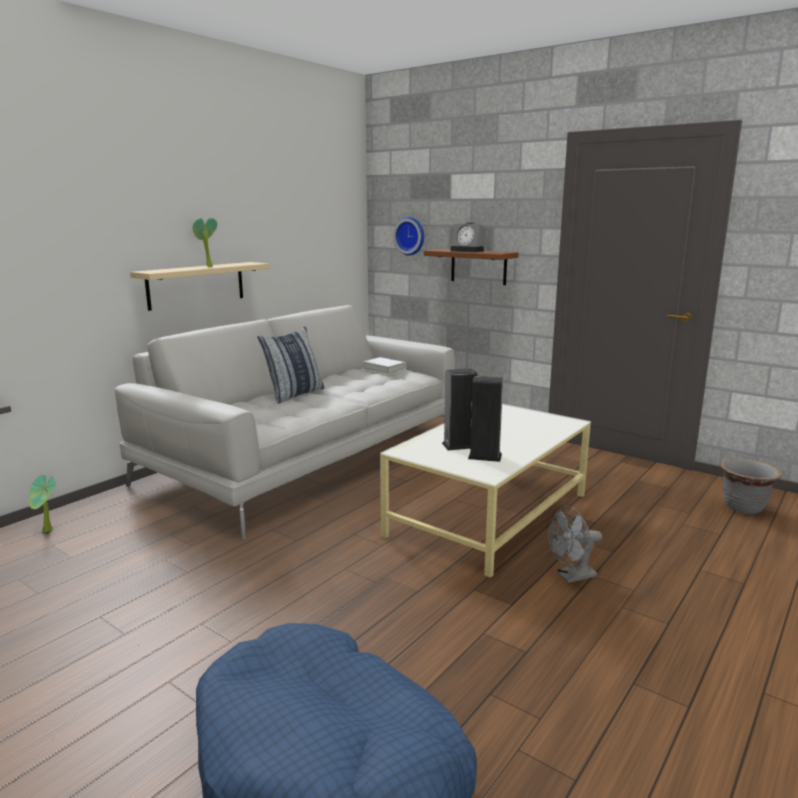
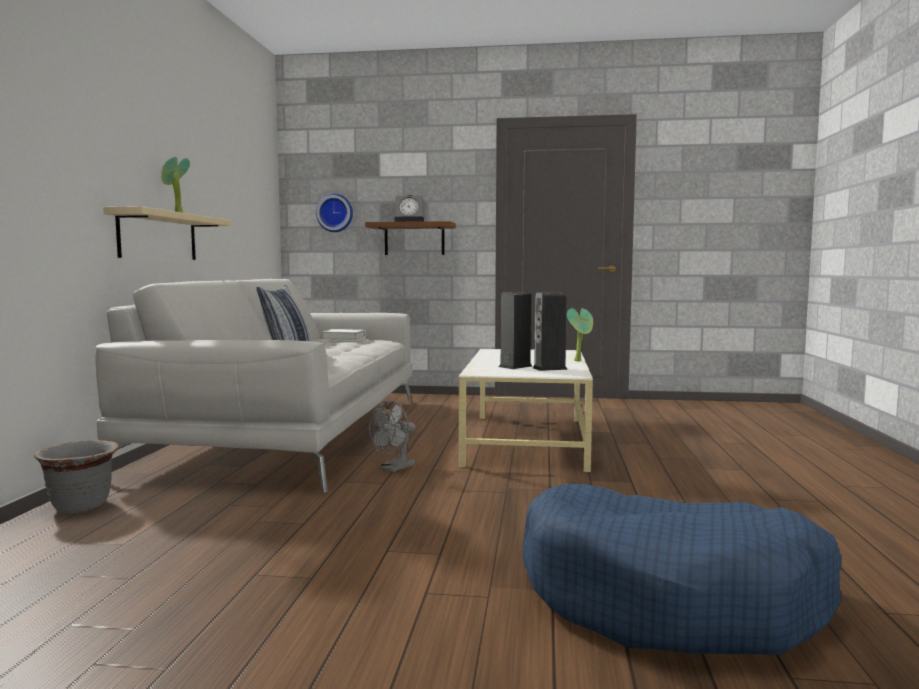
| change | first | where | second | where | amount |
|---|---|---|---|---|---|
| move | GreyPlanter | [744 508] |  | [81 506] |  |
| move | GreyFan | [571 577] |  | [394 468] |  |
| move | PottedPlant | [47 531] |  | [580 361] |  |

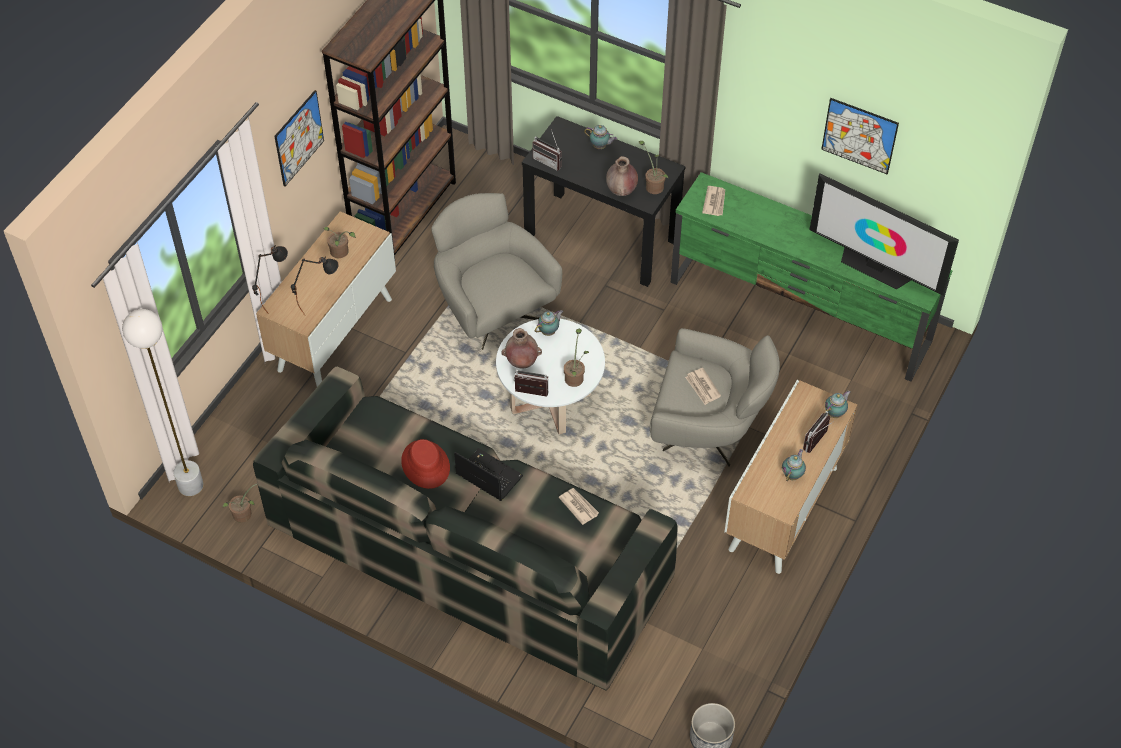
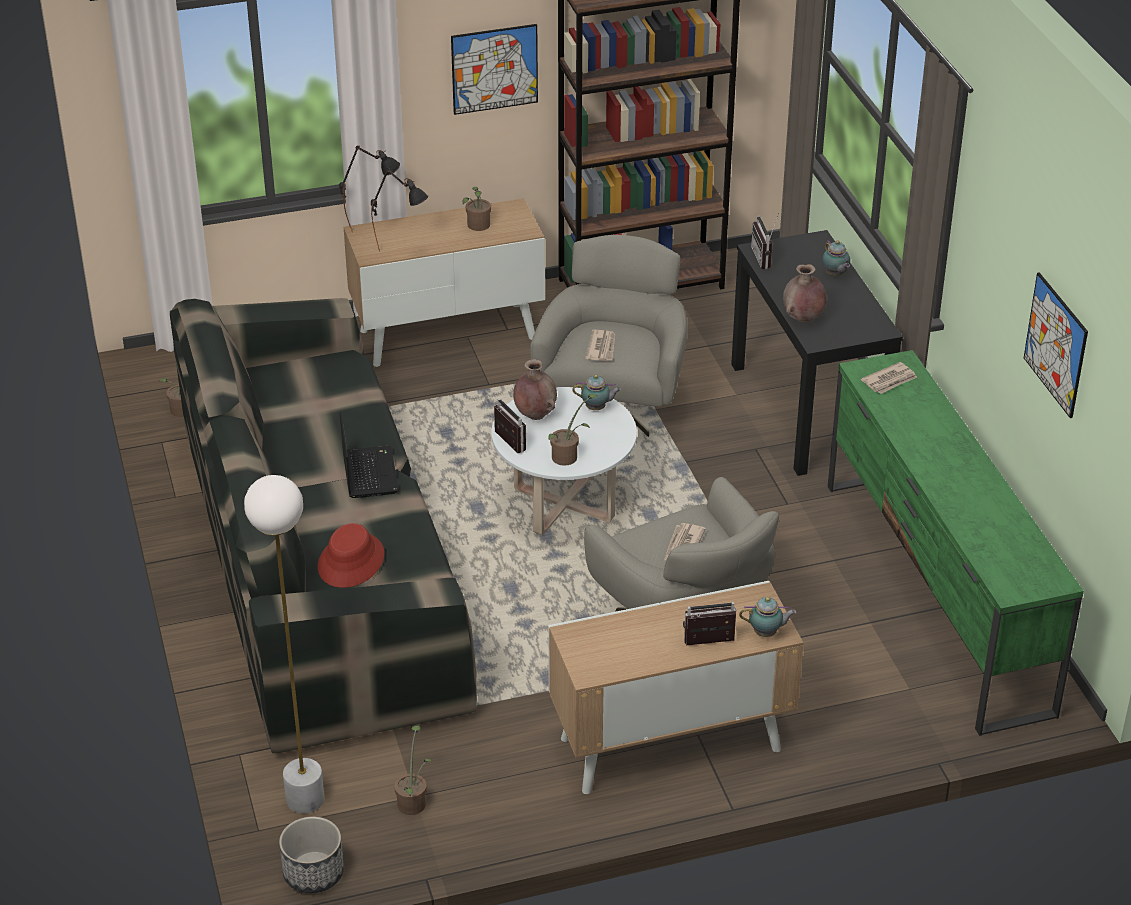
| change | first | where | second | where | amount |
|---|---|---|---|---|---|
| move | WhiteFloorLamp | [190 485] |  | [304 799] |  |
| move | RedHat | [426 464] |  | [351 561] |  |
| move | PottedPlant | [653 185] |  | [413 801] |  |
| move | Newspaper | [578 506] |  | [601 347] |  |
| delete | Teapot | [792 474] |  |  |  |
| delete | Television | [875 267] |  |  |  |

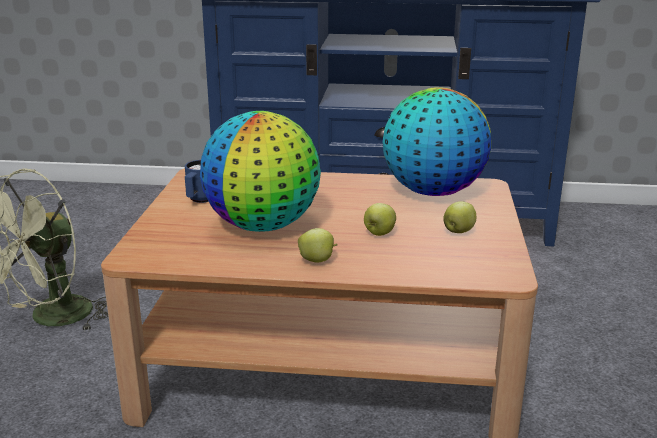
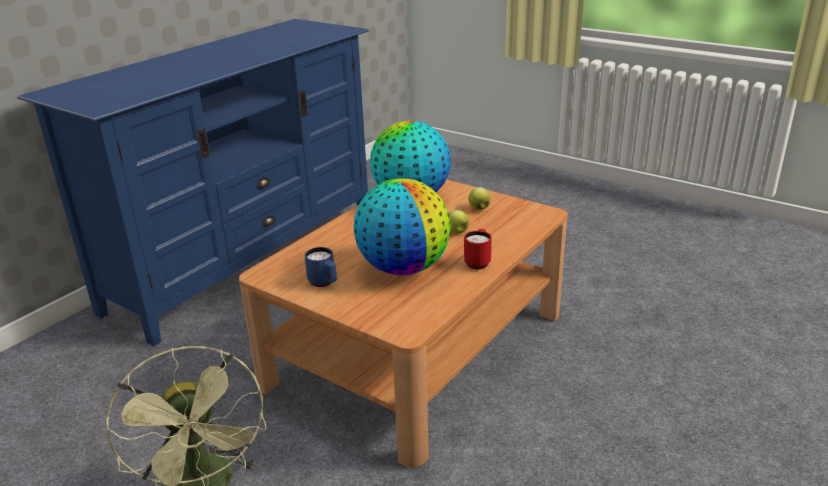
| change | first | where | second | where | amount |
|---|---|---|---|---|---|
| replace | Apple | [317 260] | RedMug | [478 261] |  |

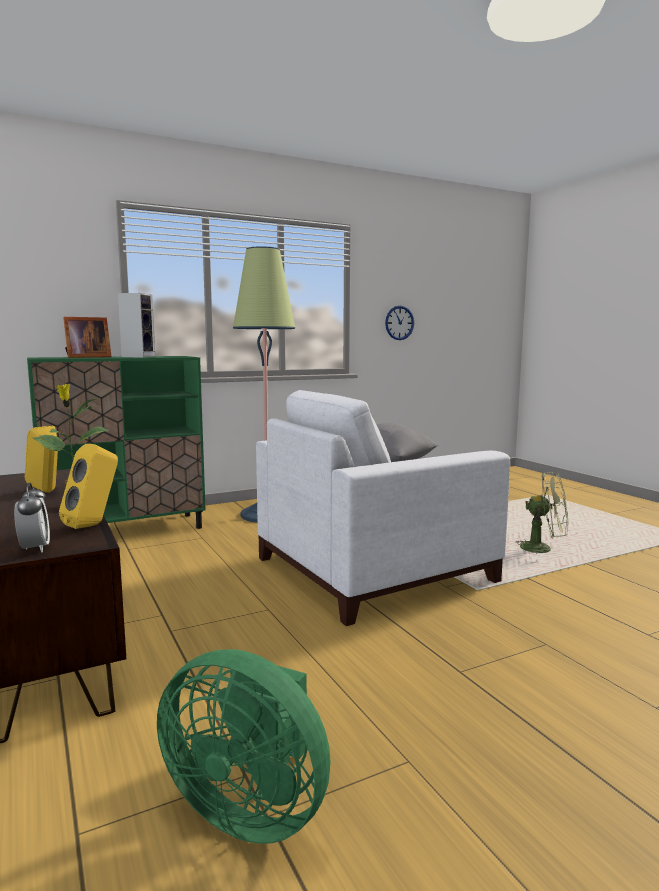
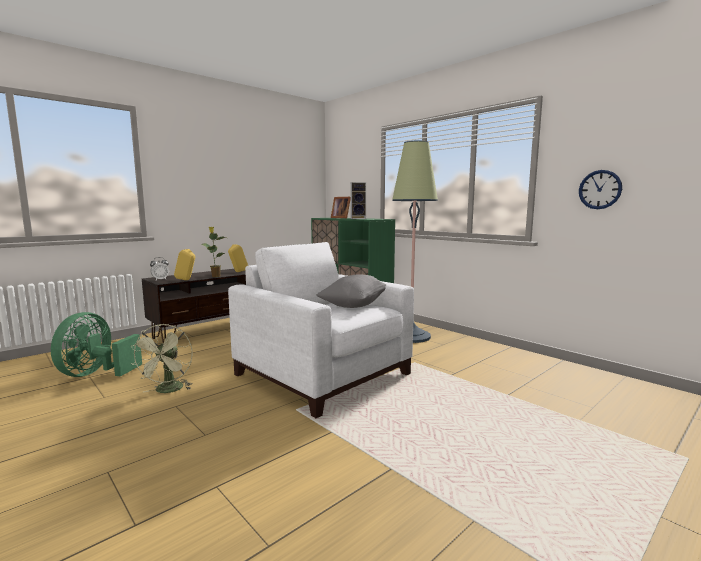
| change | first | where | second | where | amount |
|---|---|---|---|---|---|
| move | GreenFan | [542 549] |  | [168 391] |  |

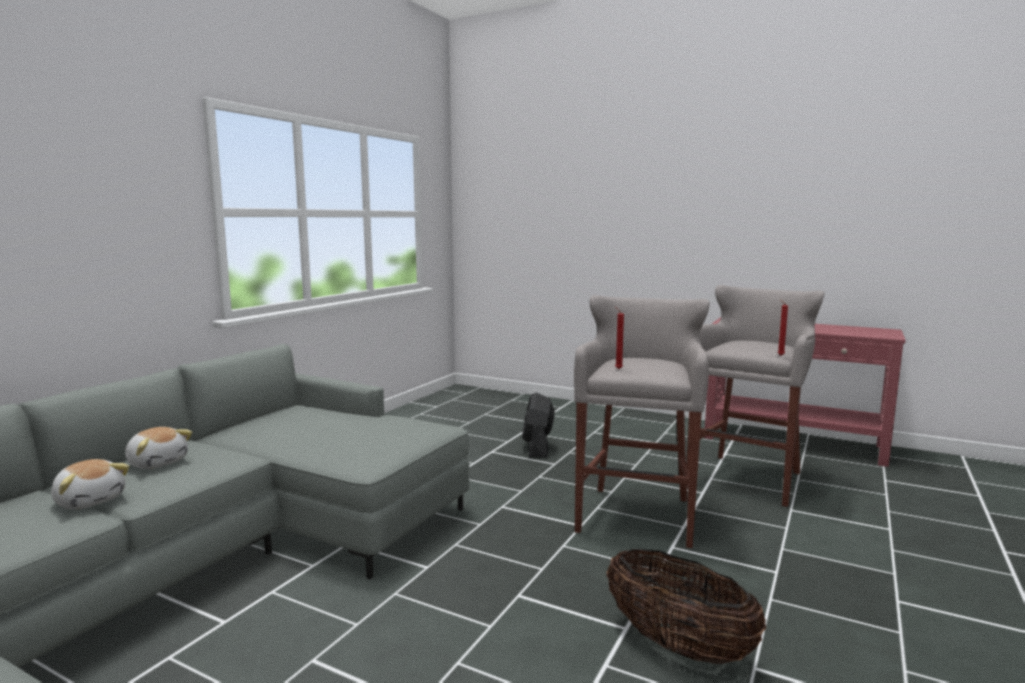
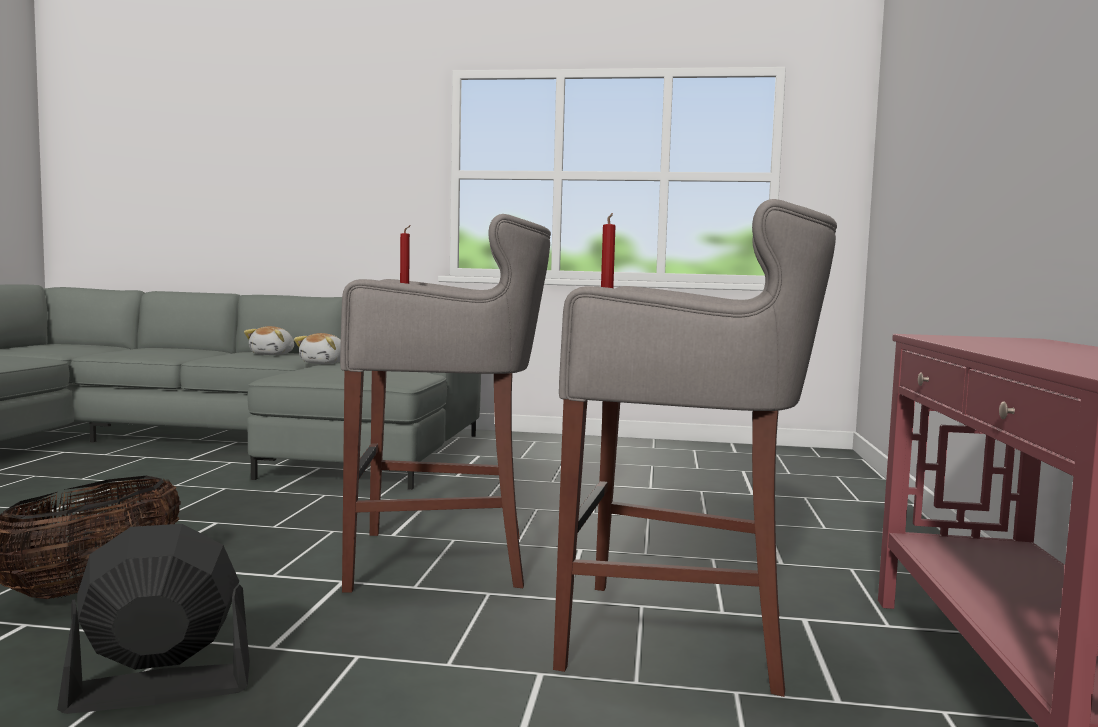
| change | first | where | second | where | amount |
|---|---|---|---|---|---|
| move | BlackFan | [537 448] |  | [158 689] |  |
| move | PlushToy | [91 500] |  | [324 363] |  |

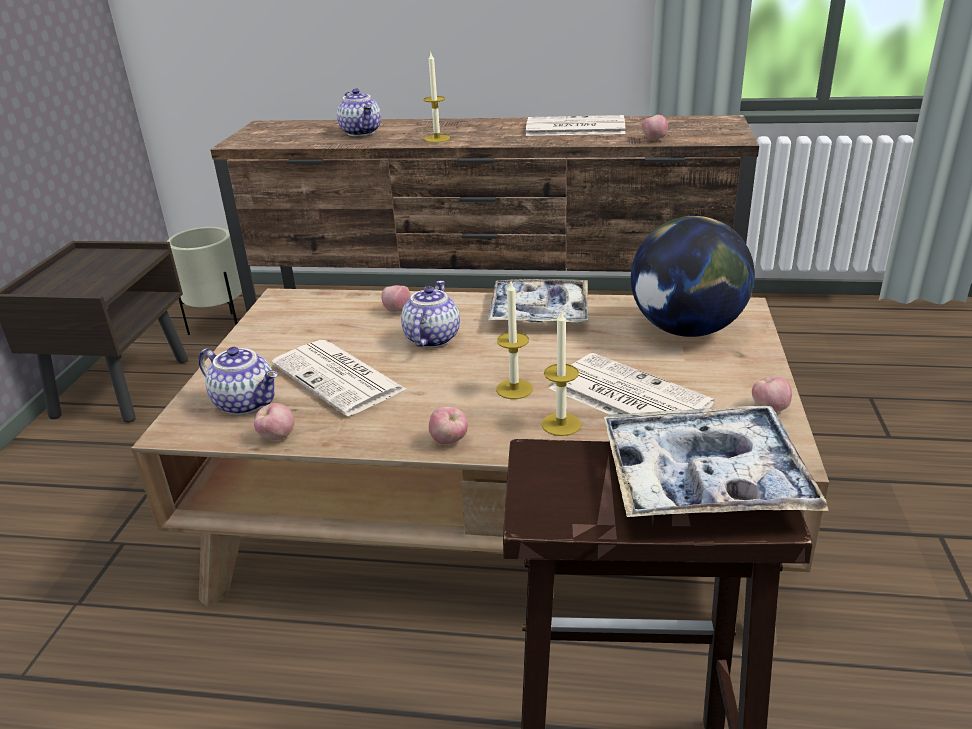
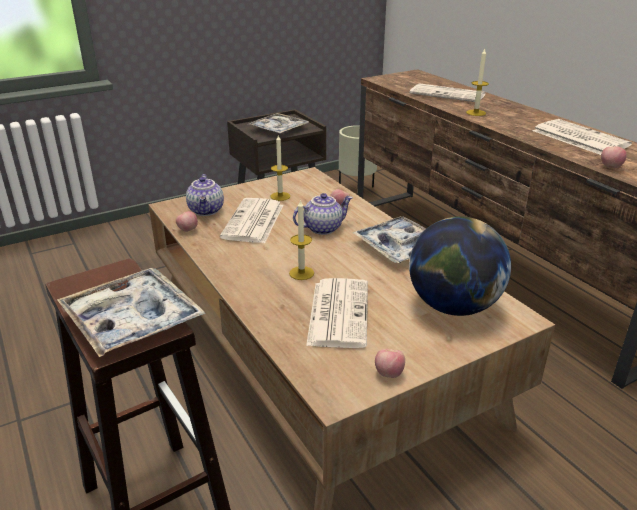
| change | first | where | second | where | amount |
|---|---|---|---|---|---|
| insert |  |  | Tray | [278 129] |  |
| move | Candle | [561 424] |  | [280 196] |  |
| replace | Teapot | [362 132] | Newspaper | [448 94] |  |
| delete | Apple | [449 441] |  |  |  |

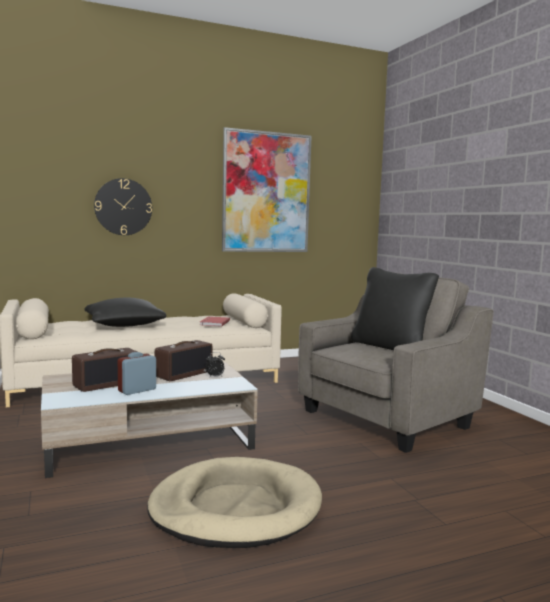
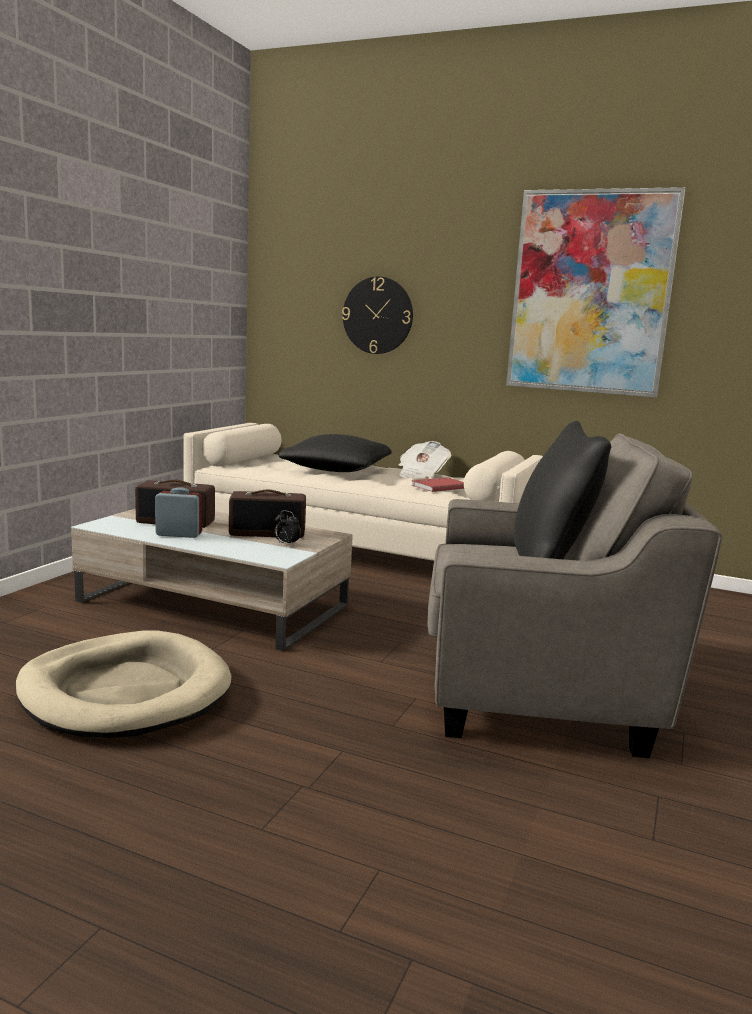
| change | first | where | second | where | amount |
|---|---|---|---|---|---|
| insert |  |  | Newspaper | [421 475] |  |

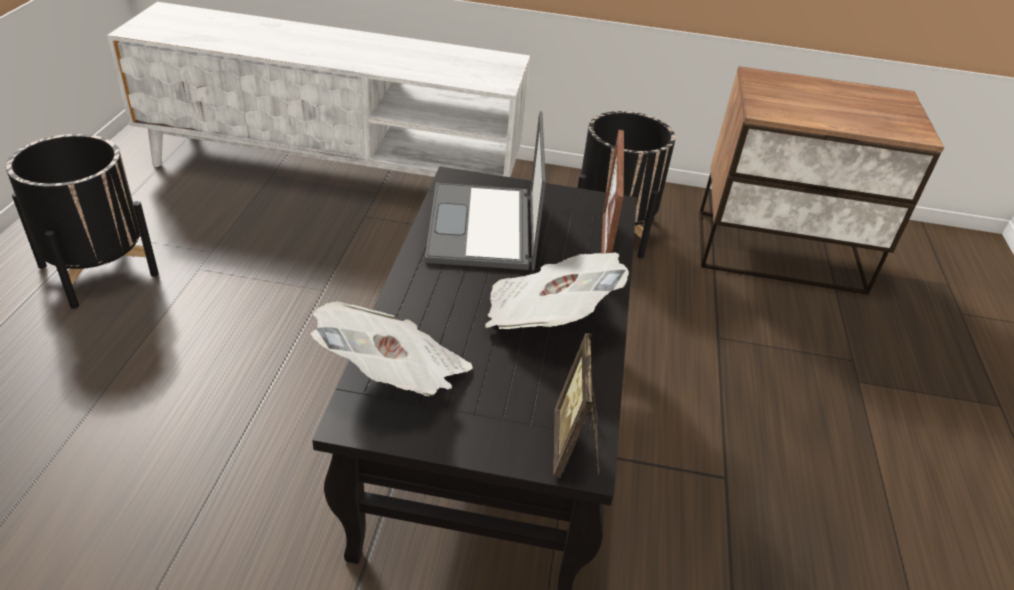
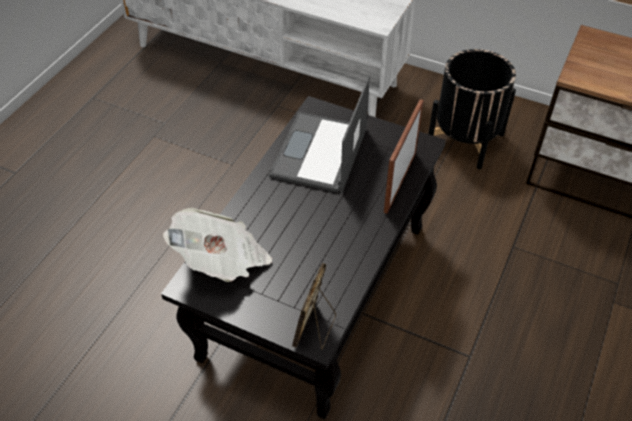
| change | first | where | second | where | amount |
|---|---|---|---|---|---|
| delete | BlackPlanter | [98 270] |  |  |  |
| delete | Newspaper | [546 317] |  |  |  |

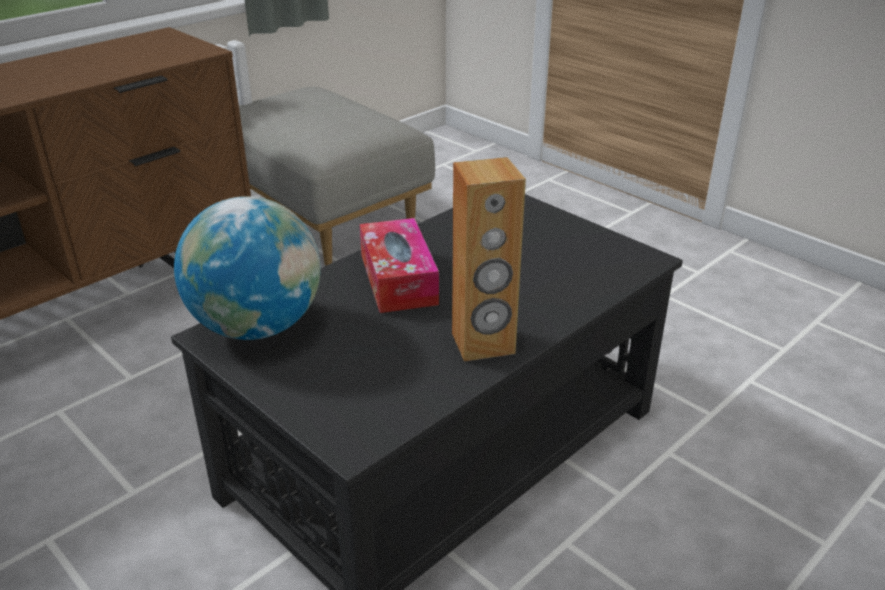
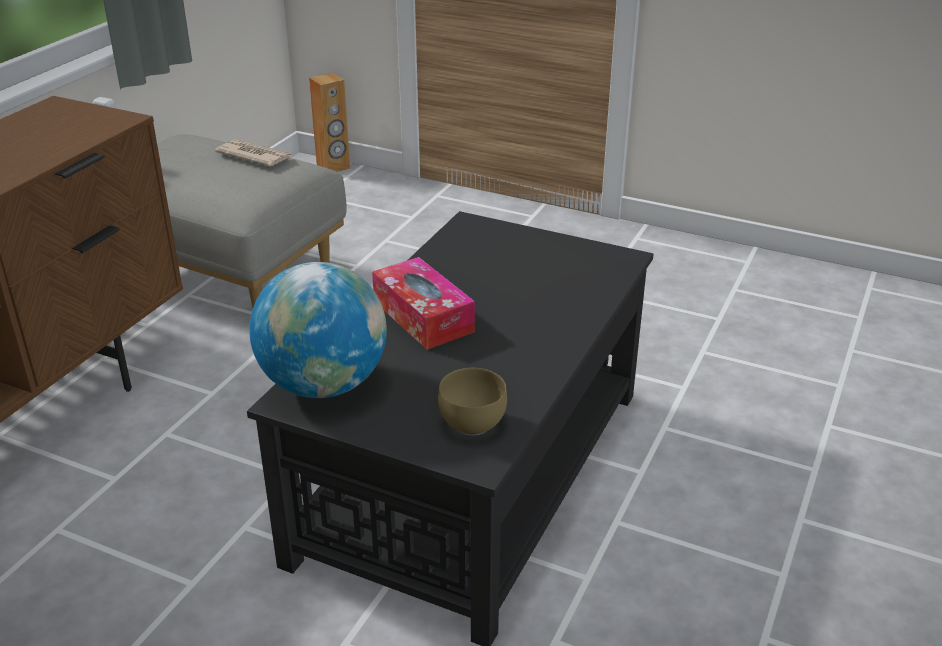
| change | first | where | second | where | amount |
|---|---|---|---|---|---|
| insert |  |  | Newspaper | [254 156] |  |
| move | BrownSpeaker | [483 344] |  | [333 167] |  |
| insert |  |  | BrownBowl | [475 423] |  |

